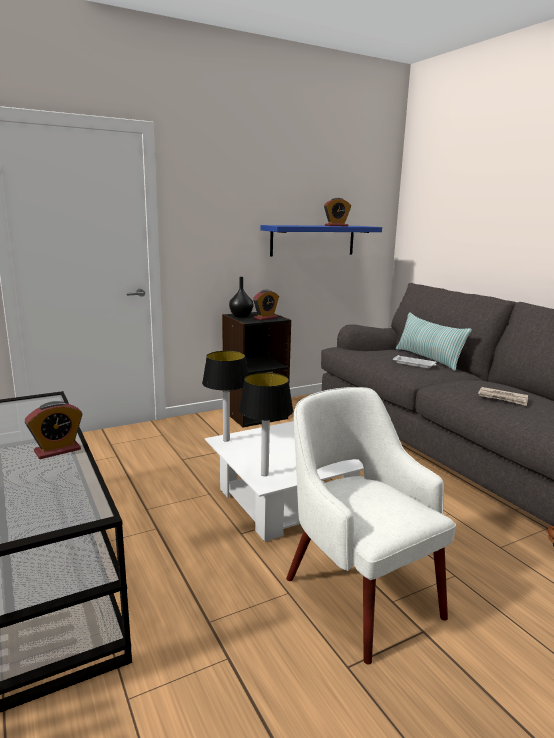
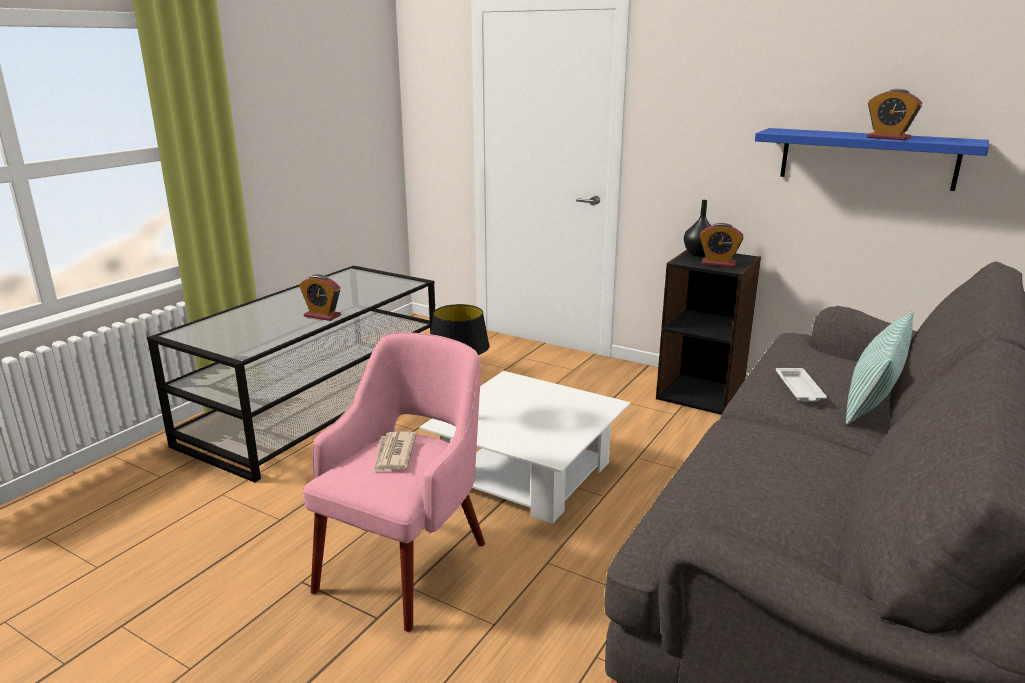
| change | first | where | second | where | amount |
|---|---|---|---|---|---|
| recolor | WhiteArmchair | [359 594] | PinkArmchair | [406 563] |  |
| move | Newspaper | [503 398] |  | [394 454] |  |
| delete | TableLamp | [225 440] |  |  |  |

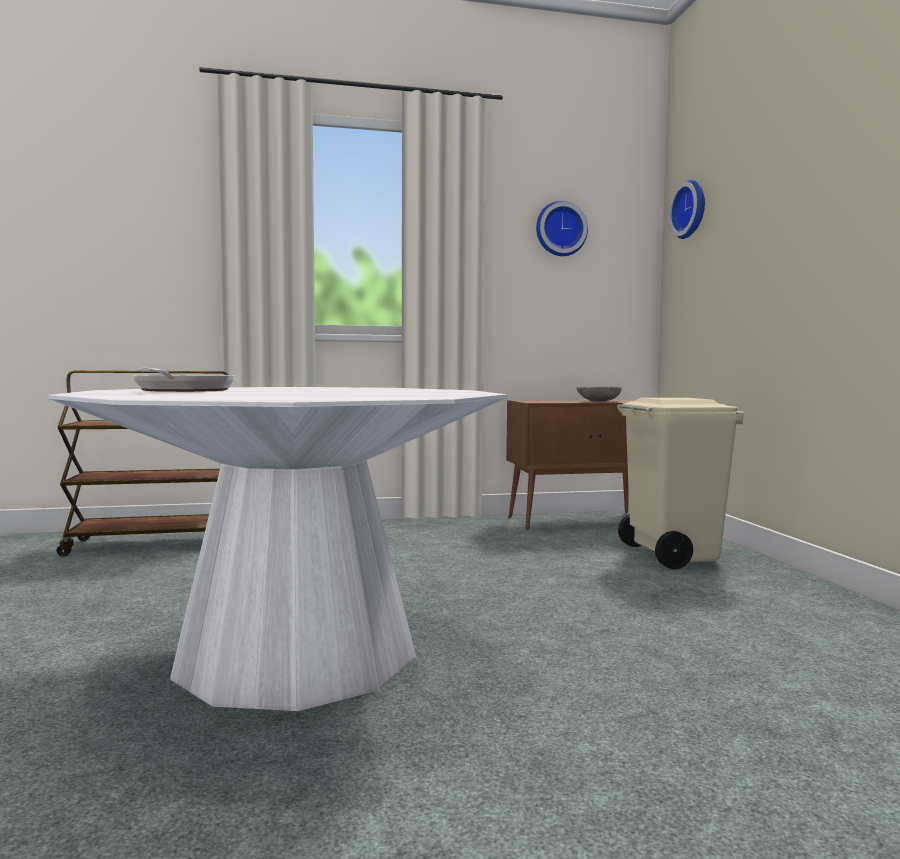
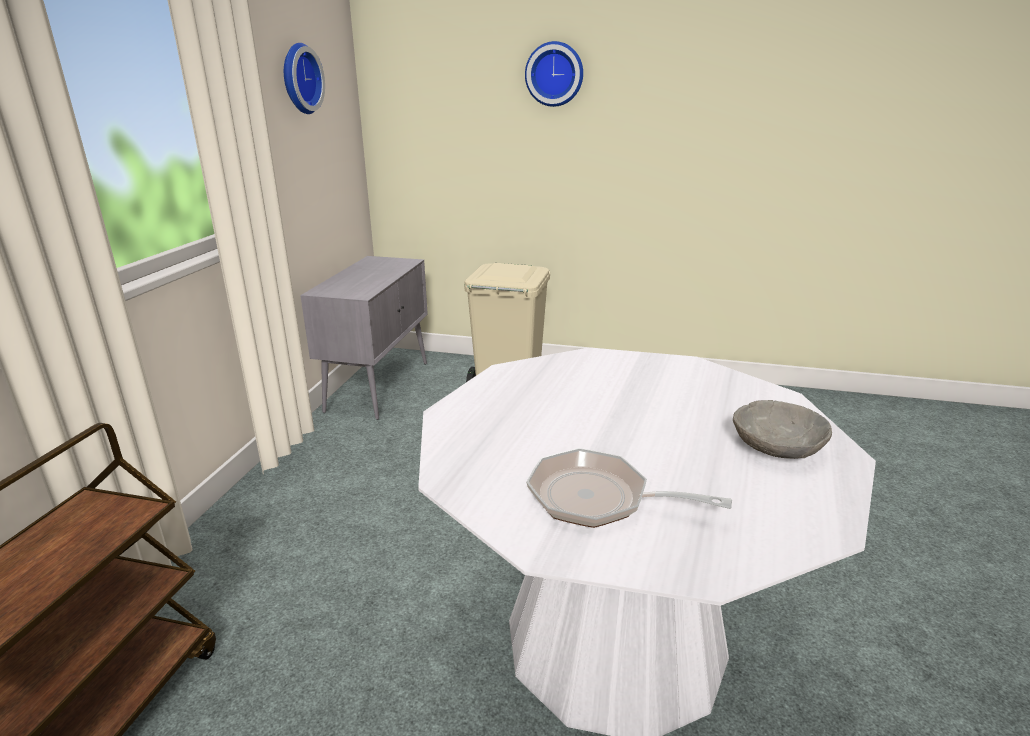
| change | first | where | second | where | amount |
|---|---|---|---|---|---|
| recolor | BrownCabinet | [581 520] | GreyCabinet | [379 385] |  |
| move | WallClock | [691 209] |  | [554 74] |  |
| move | GreyBowl | [599 401] |  | [777 447] |  |

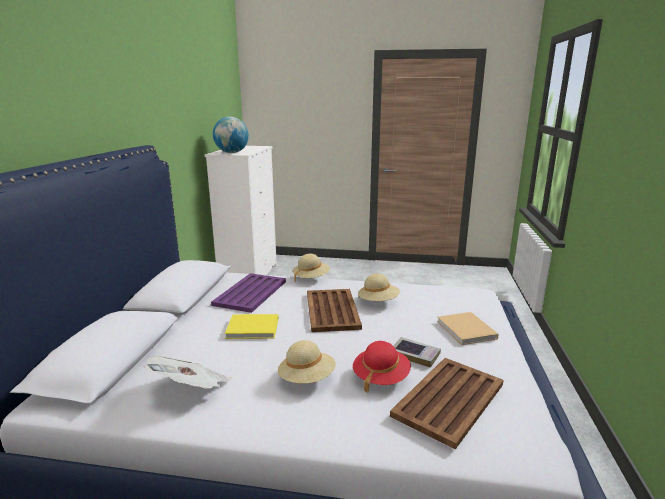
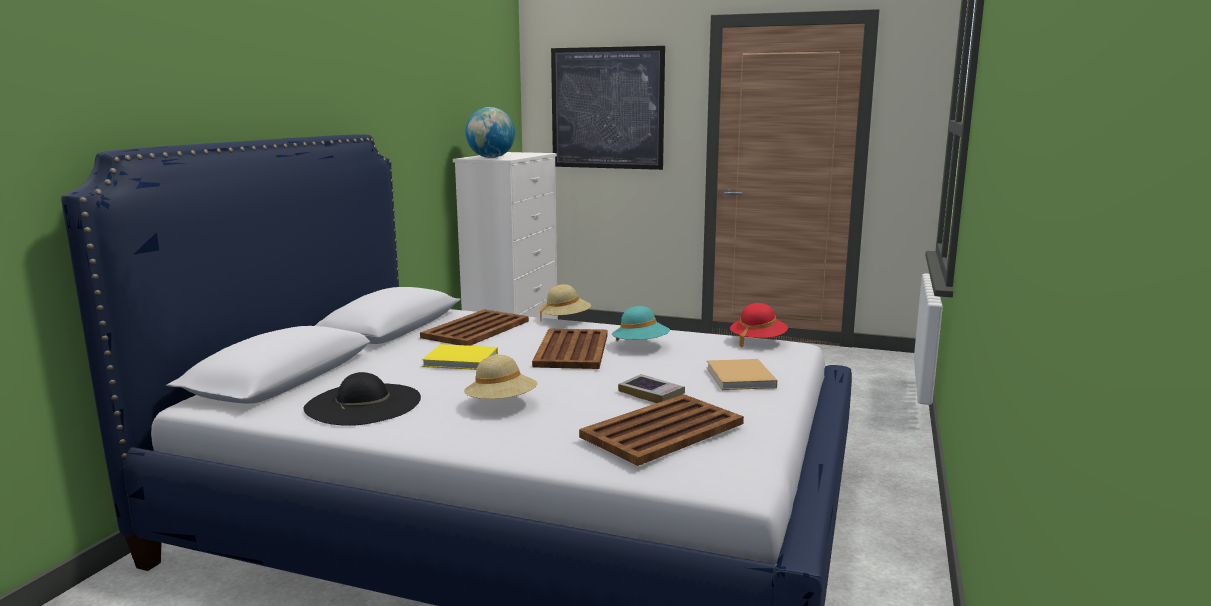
| change | first | where | second | where | amount |
|---|---|---|---|---|---|
| replace | Newspaper | [192 389] | BlackHat | [363 404] |  |
| recolor | PurpleTray | [251 292] | BrownTray | [477 329] |  |
| insert |  |  | Picture | [607 108] |  |
| recolor | BeigeHat | [378 302] | TurquoiseHat | [640 346] |  |
| move | RedHat | [380 377] |  | [758 341] |  |

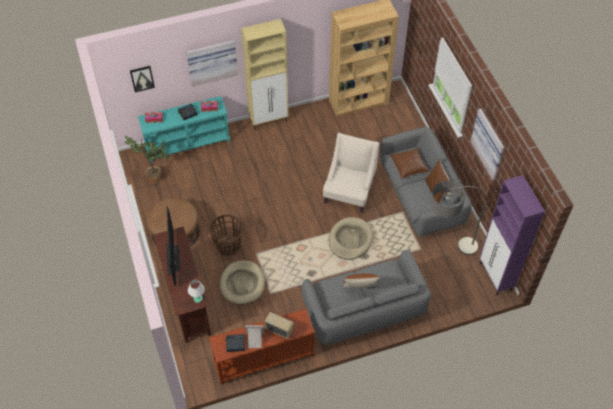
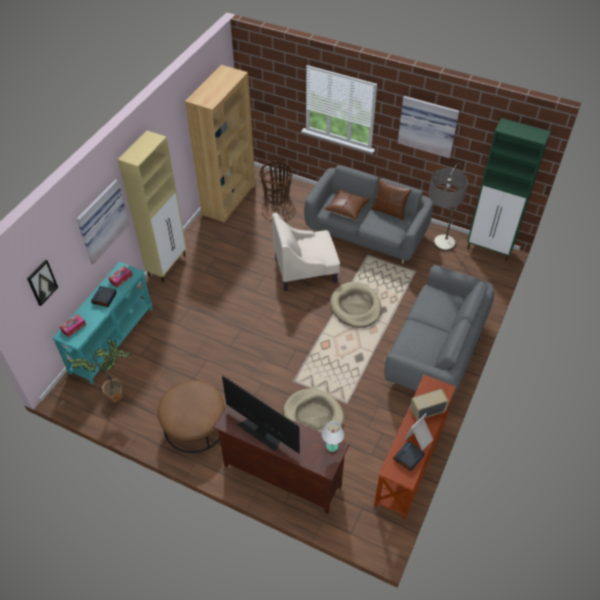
| change | first | where | second | where | amount |
|---|---|---|---|---|---|
| move | Basket | [228 245] |  | [277 196] |  |
| rotate | BeigeArmchair | [349 190] |  | [306 270] | 75 degrees counterclockwise |
| recolor | PurpleCabinet | [495 277] | GreenCabinet | [489 250] |  |
| delete | BrownPillow | [360 288] |  |  |  |

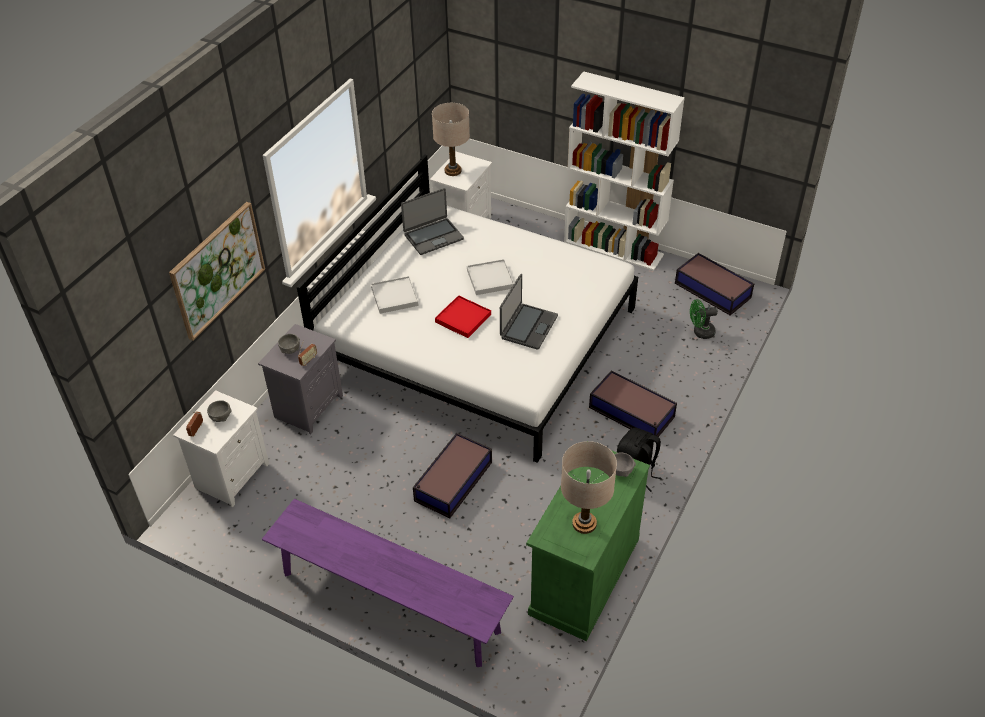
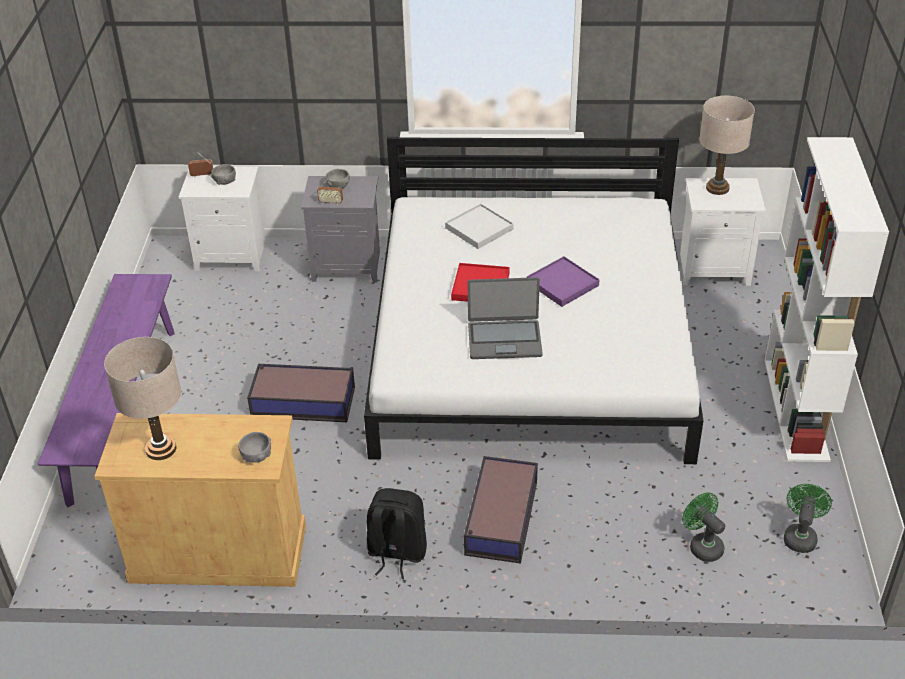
| change | first | where | second | where | amount |
|---|---|---|---|---|---|
| recolor | GreenCabinet | [584 576] | BeigeCabinet | [219 553] |  |
| recolor | WhiteTray | [490 279] | PurpleTray | [562 284] |  |
| replace | StorageBox | [713 291] | GreenFan | [800 536] |  |
| delete | Picture | [217 269] |  |  |  |
| delete | Laptop | [433 236] |  |  |  |

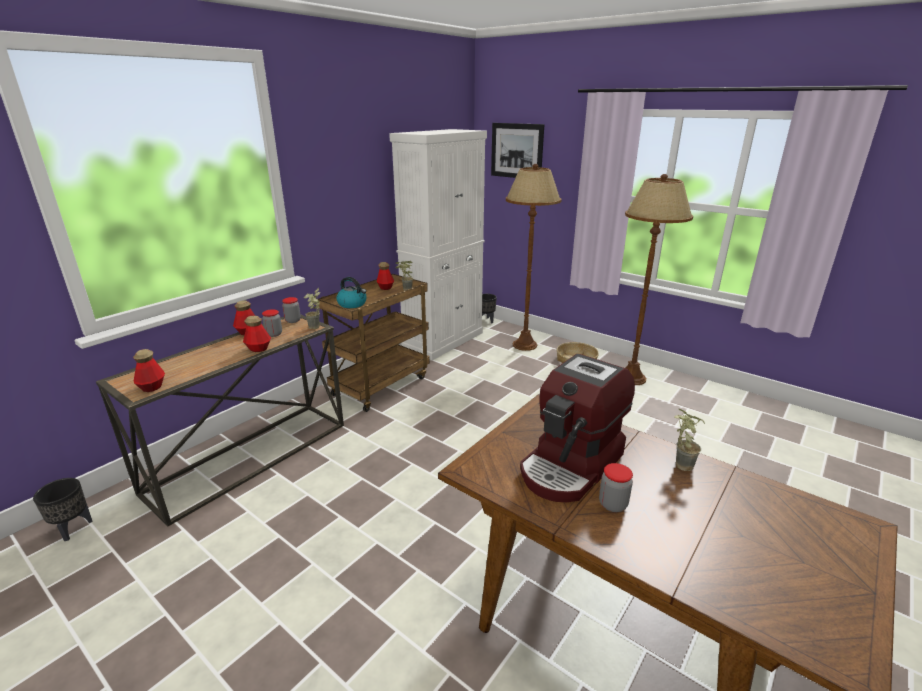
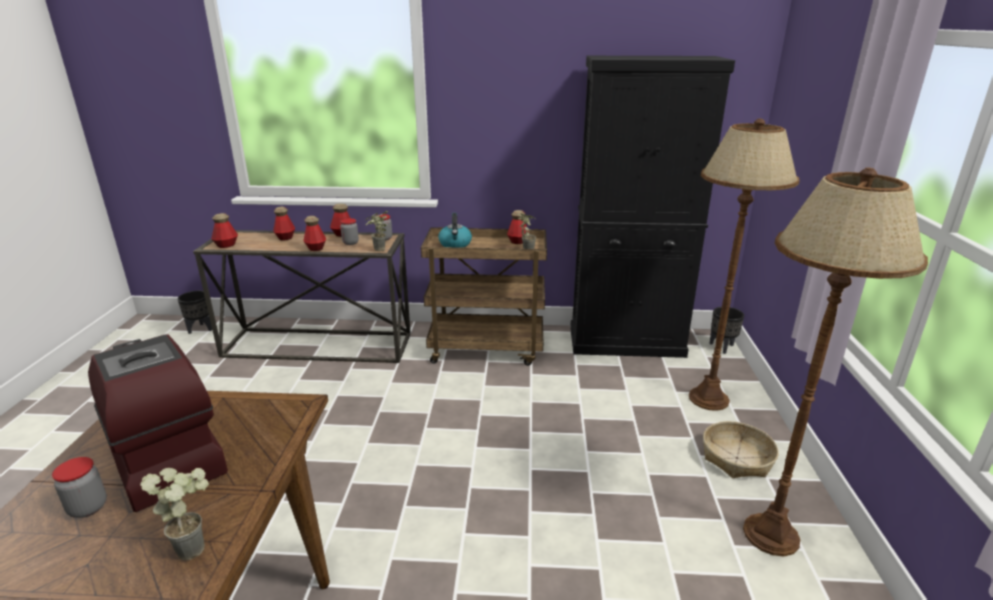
| change | first | where | second | where | amount |
|---|---|---|---|---|---|
| rotate | CoffeeMachine | [572 466] |  | [164 459] | 45 degrees clockwise |
| insert |  |  | Bottle | [285 238] |  |
| recolor | WhiteCabinet | [443 340] | BlackCabinet | [626 342] |  |
| delete | Picture | [516 151] |  |  |  |

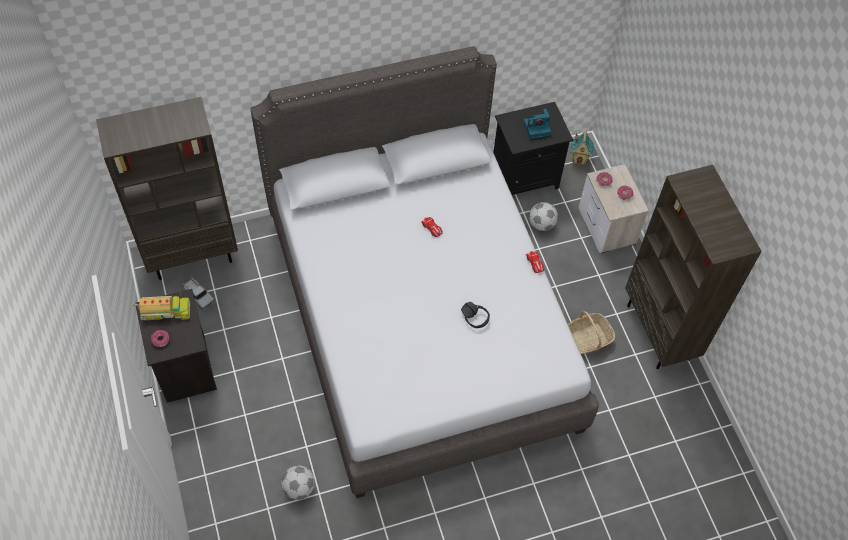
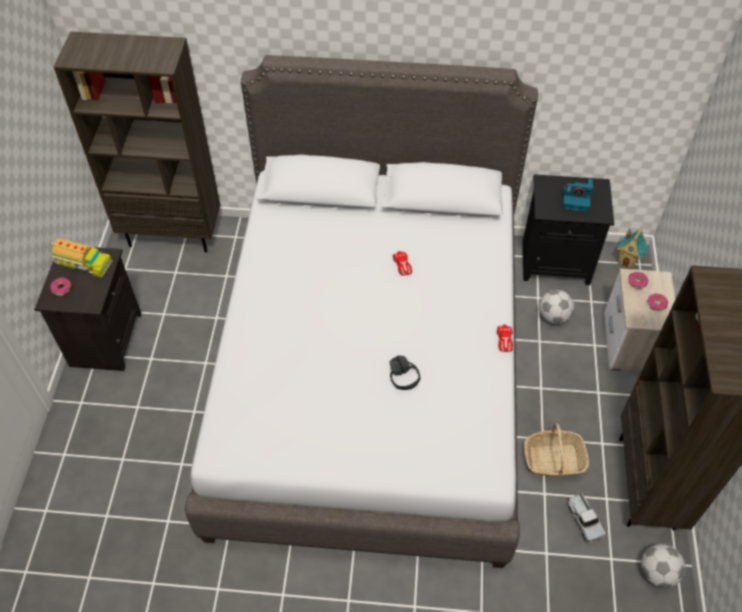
| change | first | where | second | where | amount |
|---|---|---|---|---|---|
| move | ToyTruck | [198 295] |  | [584 520] |  |
| move | Football | [299 487] |  | [657 572] |  |

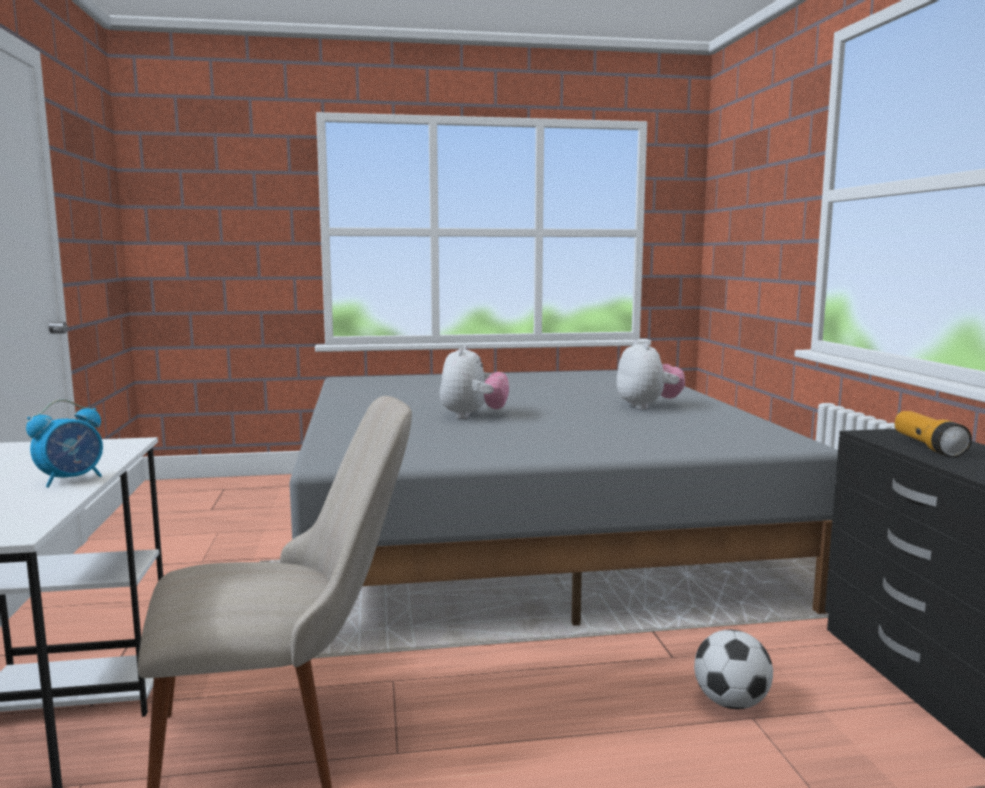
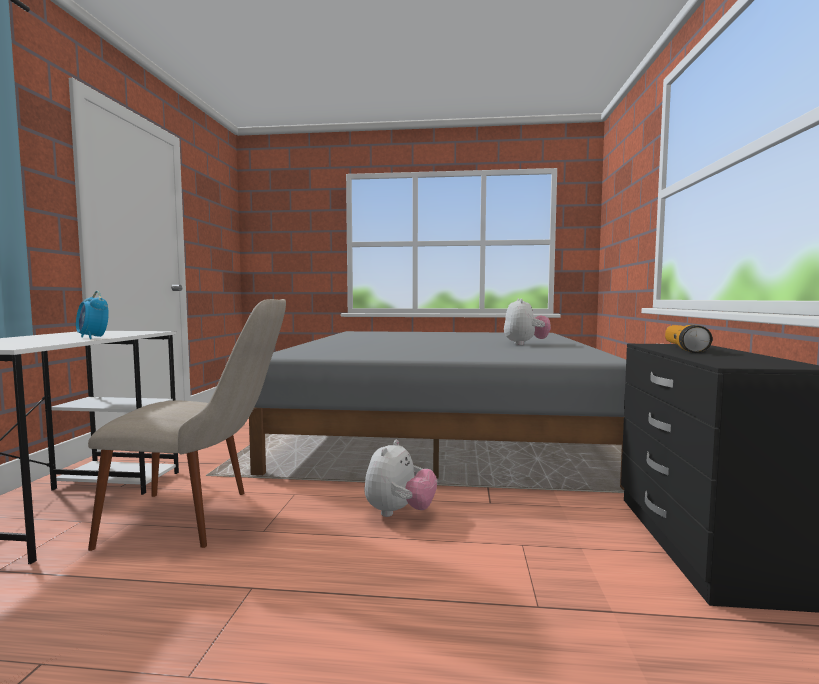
| change | first | where | second | where | amount |
|---|---|---|---|---|---|
| rotate | AlarmClock | [72 480] |  | [93 338] | 75 degrees clockwise |
| move | PlushToy | [473 416] |  | [399 512] |  |
| delete | Football | [731 703] |  |  |  |

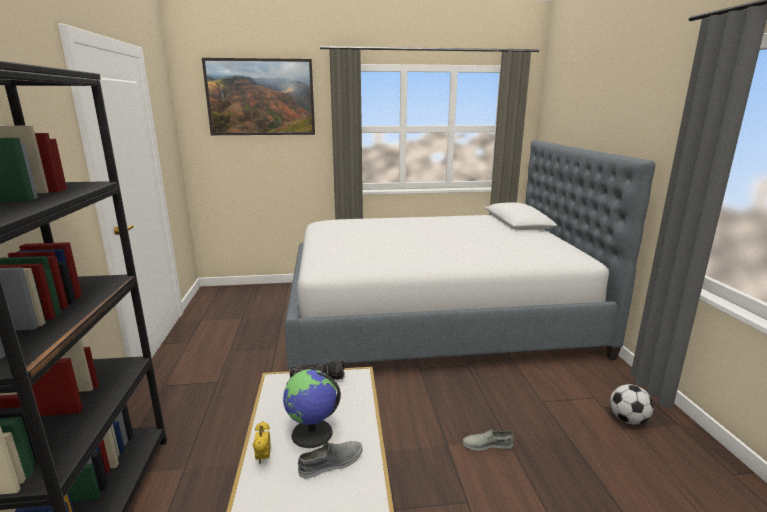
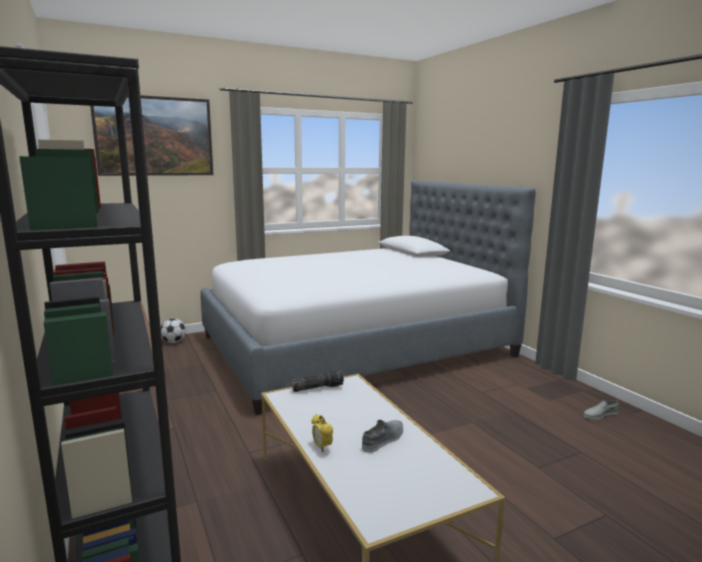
| change | first | where | second | where | amount |
|---|---|---|---|---|---|
| move | Football | [628 420] |  | [174 342] |  |
| move | GreyShoe | [487 444] |  | [600 414] |  |
| delete | Globe | [312 434] |  |  |  |

